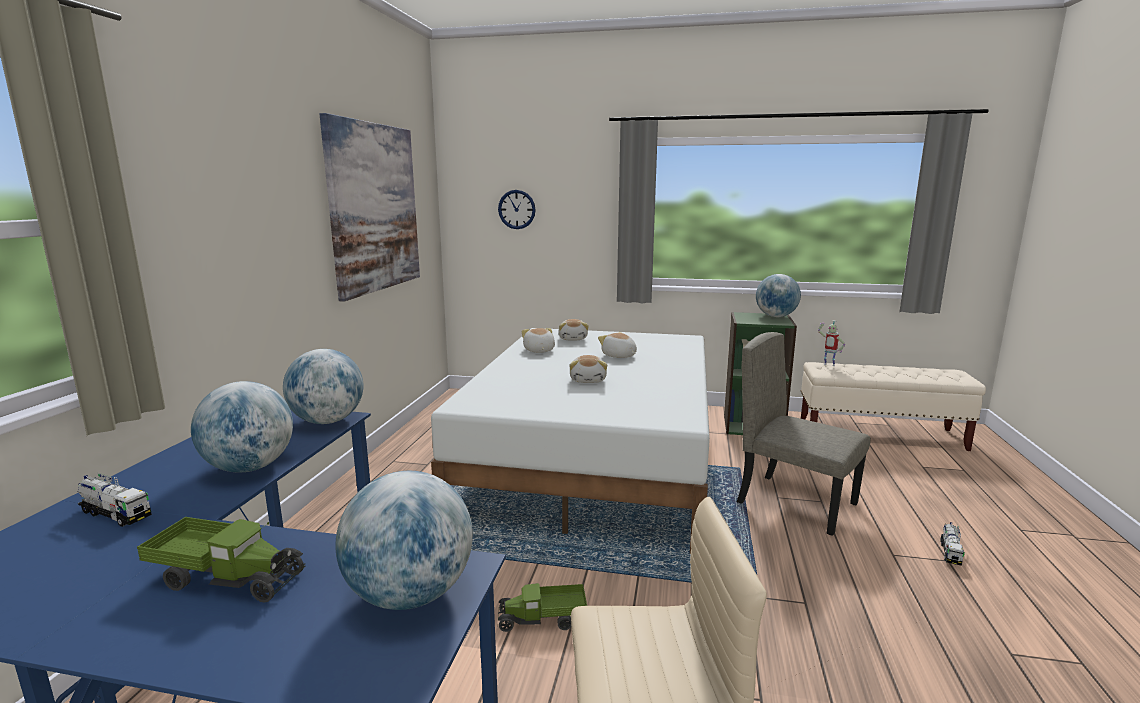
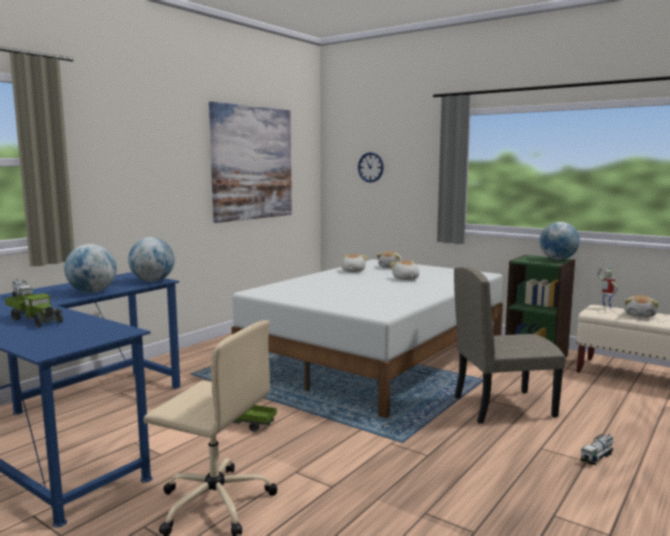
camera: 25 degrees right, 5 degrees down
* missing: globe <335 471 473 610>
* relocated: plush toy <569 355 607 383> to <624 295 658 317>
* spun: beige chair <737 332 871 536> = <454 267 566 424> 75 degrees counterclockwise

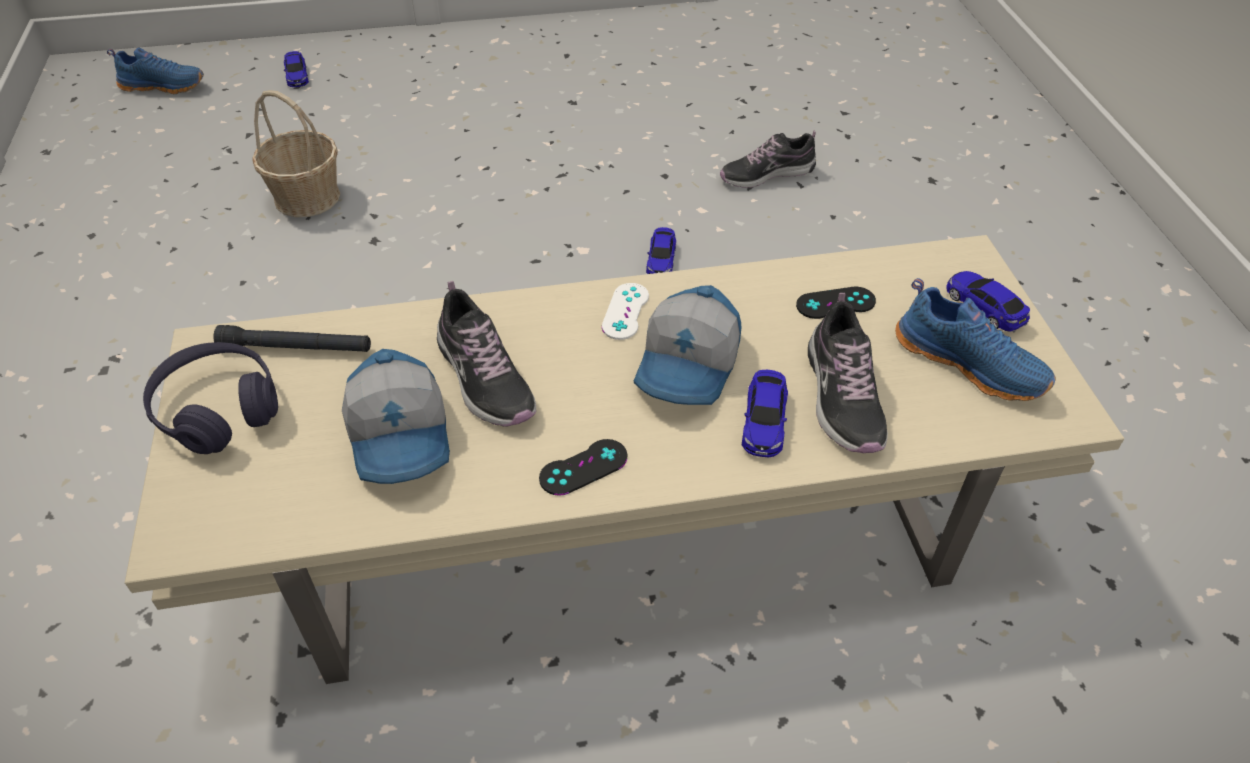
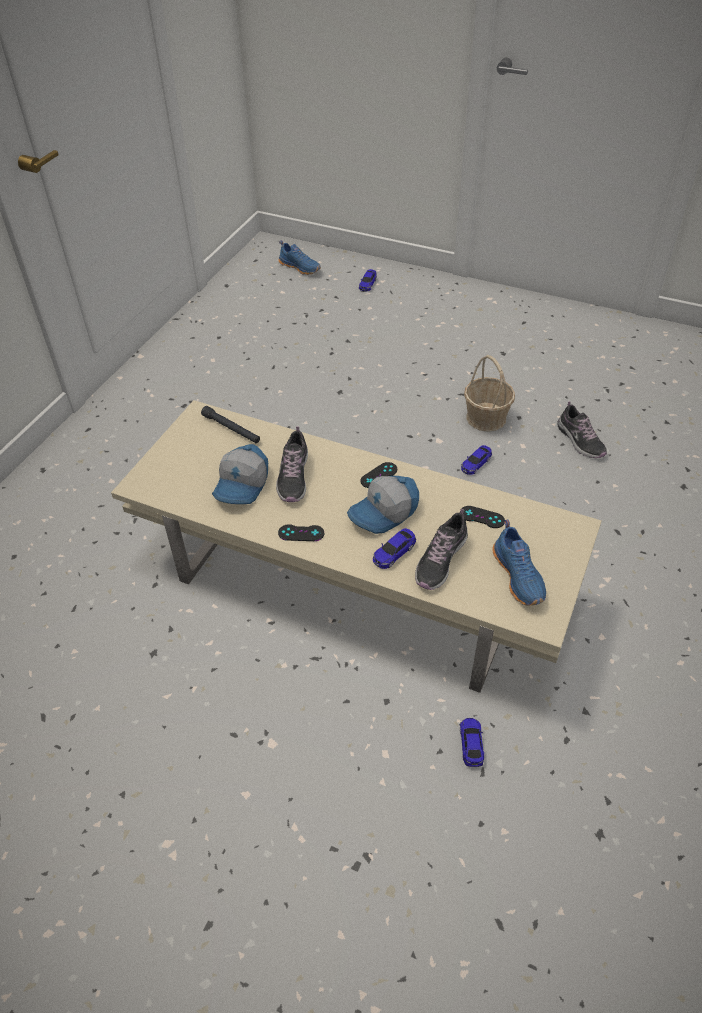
camera: 35 degrees right, 0 degrees up
* missing: purple headphones <143 342 278 454>
* relocated: basket <252 90 341 217> to <464 355 515 432>
* relocated: toy car <946 271 1030 332> to <460 718 484 767>
* colour: white game controller <602 283 649 340> to black game controller <360 462 397 488>
* spun: shoe <720 130 816 188> = <558 401 607 458> 135 degrees counterclockwise

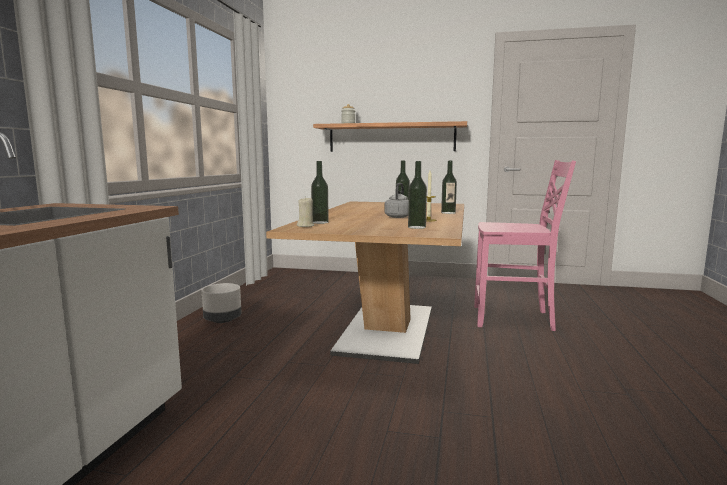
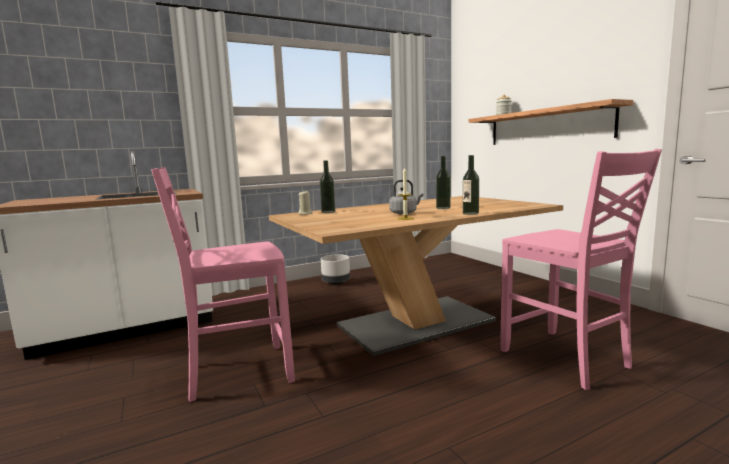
camera: 50 degrees right, 0 degrees up
* missing: bottle <408 161 427 229>
* appeared: pink chair <151 167 295 402>

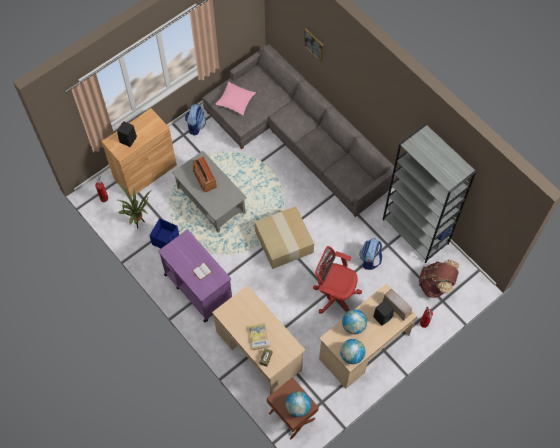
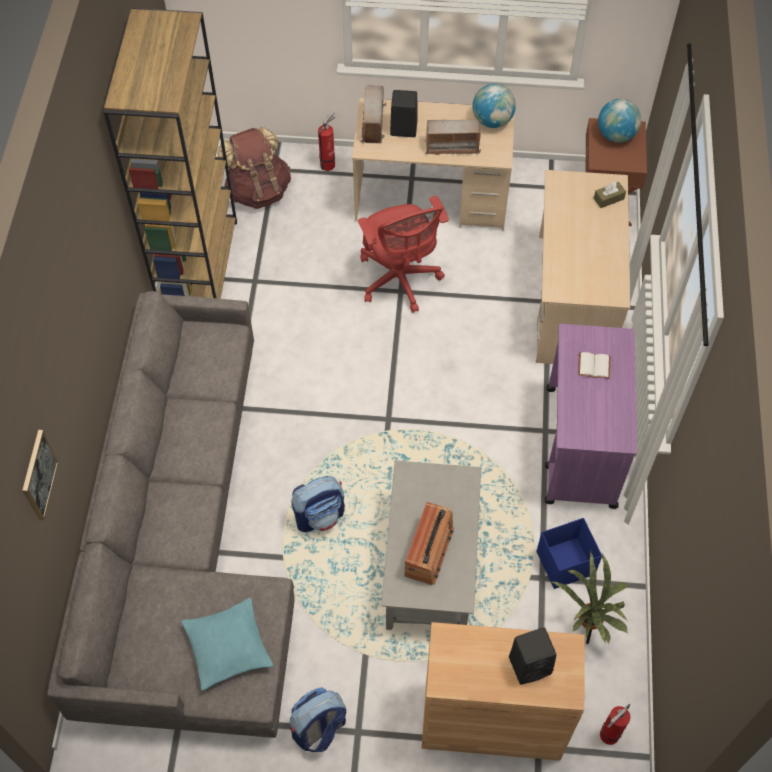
camera: 135 degrees left, 5 degrees down
* missing: book <249 323 269 350>
* missing: cardboard box <255 206 314 269>
* relocated: backpack <359 238 382 270> to <291 476 345 532>
* exchanged: globe <342 309 367 334> to radio <425 120 482 155>
* colour: pink pillow <215 82 256 115> to turquoise pillow <181 598 273 691>
* colour: grey bookcase <383 124 476 263> to brown bookcase <103 8 237 299>

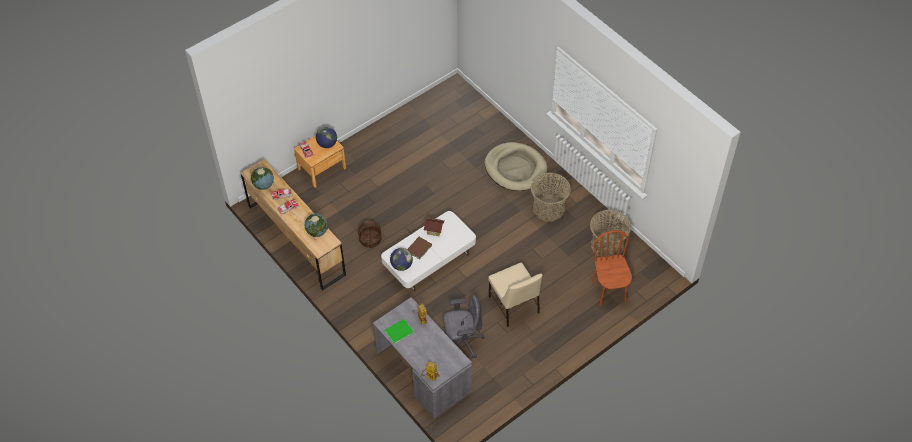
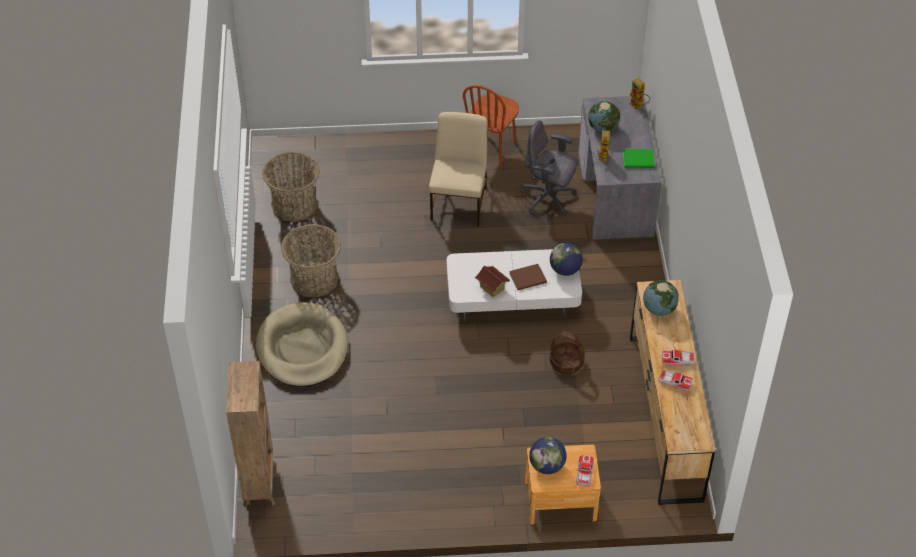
camera: 145 degrees left, 5 degrees down
* appeared: brown bookcase <226 361 276 507>
* relocated: globe <251 167 274 190> to <588 101 620 132>
* relocated: brown chair <592 230 632 306> to <463 85 519 168>

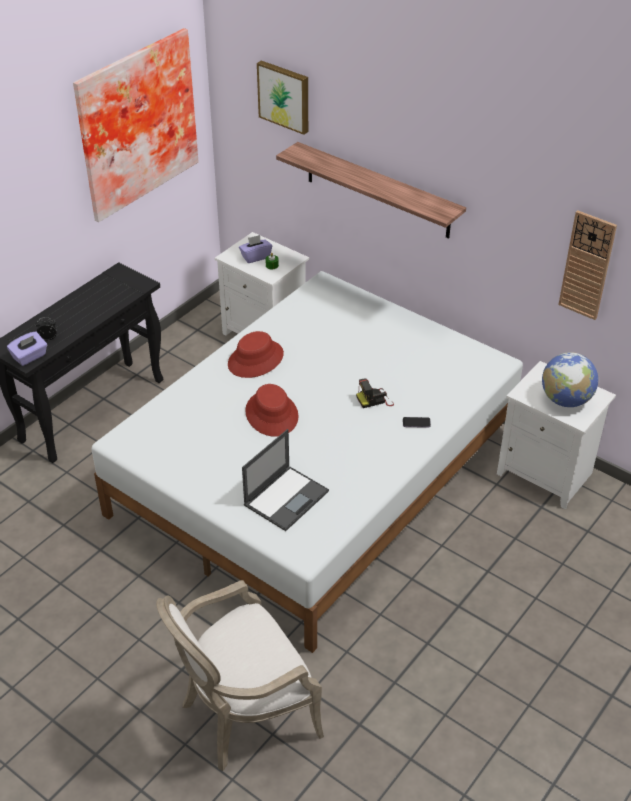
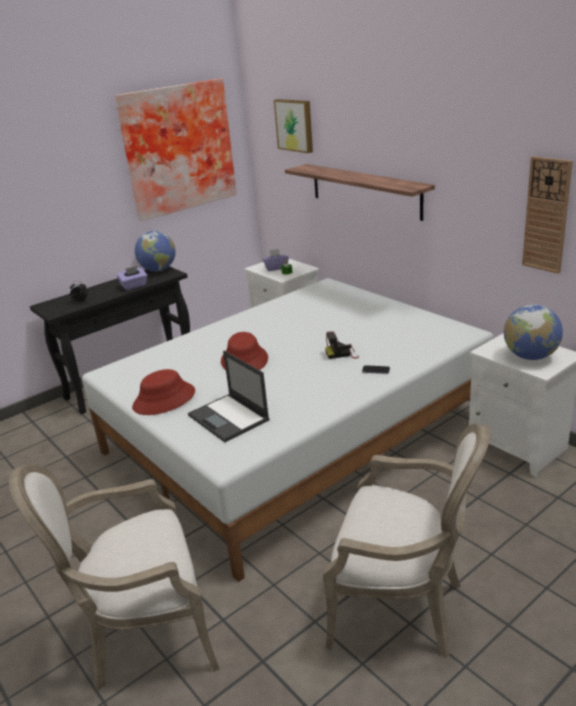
camera: 15 degrees right, 15 degrees down
* appeared: globe <135 231 176 272>
* appeared: armchair <323 423 490 658>
* relocated: purple tissue box <7 332 47 366> to <117 266 147 290>
* relocated: red hat <228 331 284 378> to <132 369 195 415>
* spun: laptop <242 429 329 531> = <188 350 269 442> 90 degrees clockwise

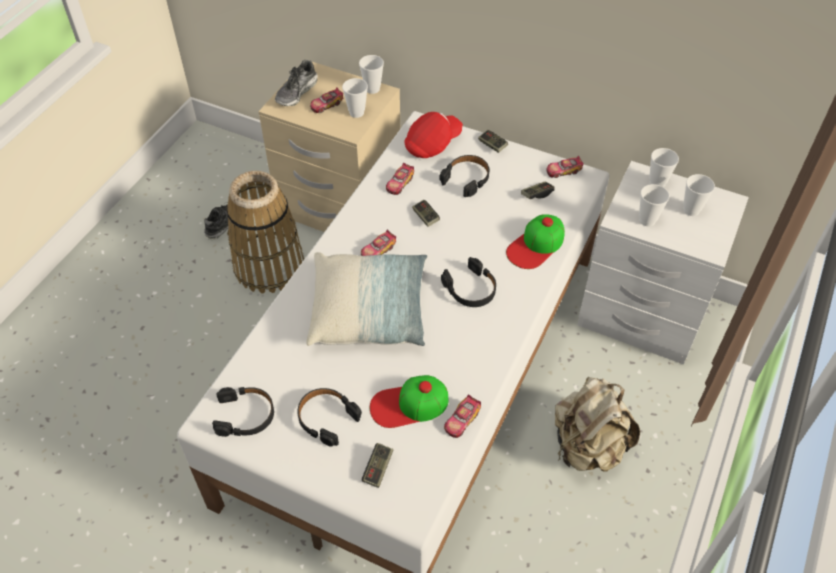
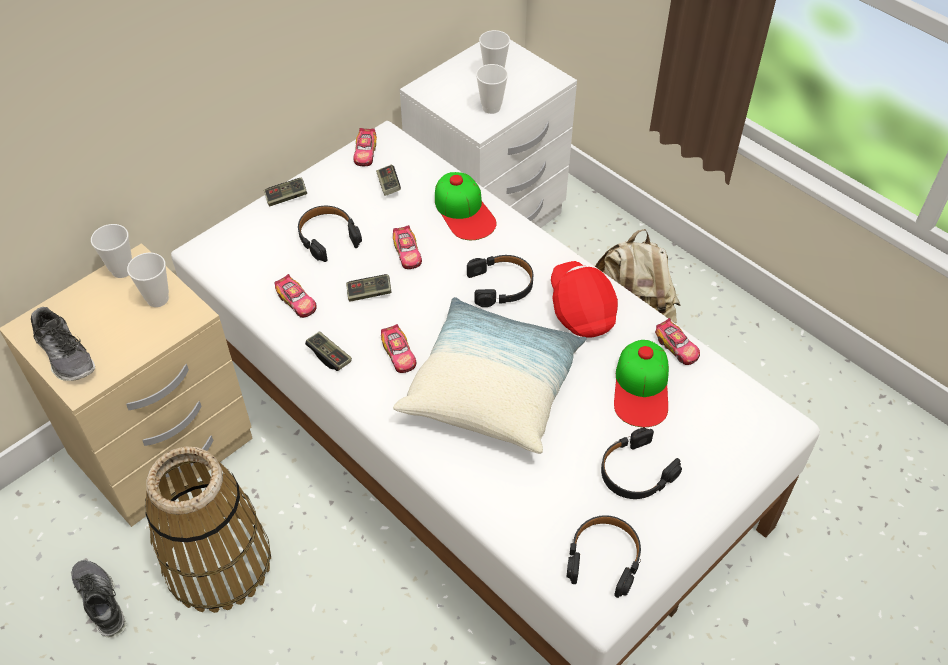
camera: 70 degrees left, 0 degrees up
* missing: cup <649 148 679 187>
* relocated: toy car <310 87 343 113> to <393 225 422 269>
* relocated: game controller <362 443 394 488> to <305 331 352 371>
* relocated: red cap <404 112 463 158> to <551 261 618 337>

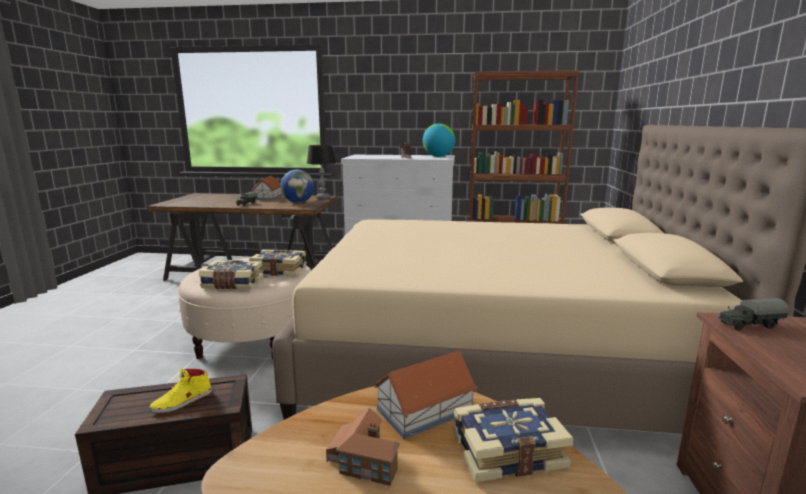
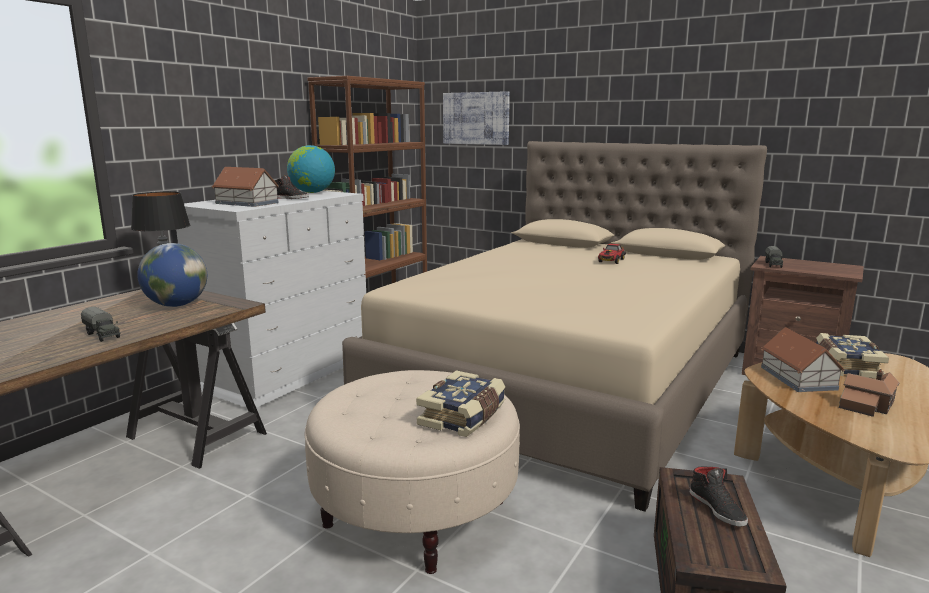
camera: 65 degrees left, 0 degrees up
* missing: book <249 250 307 276>
* appeared: picture <443 91 510 145>
* appeared: toy car <598 244 626 264>
* relocated: toy house <252 175 282 200> to <211 167 279 207>
* colour: yellow shoe <149 369 212 413> to black shoe <690 467 748 527>

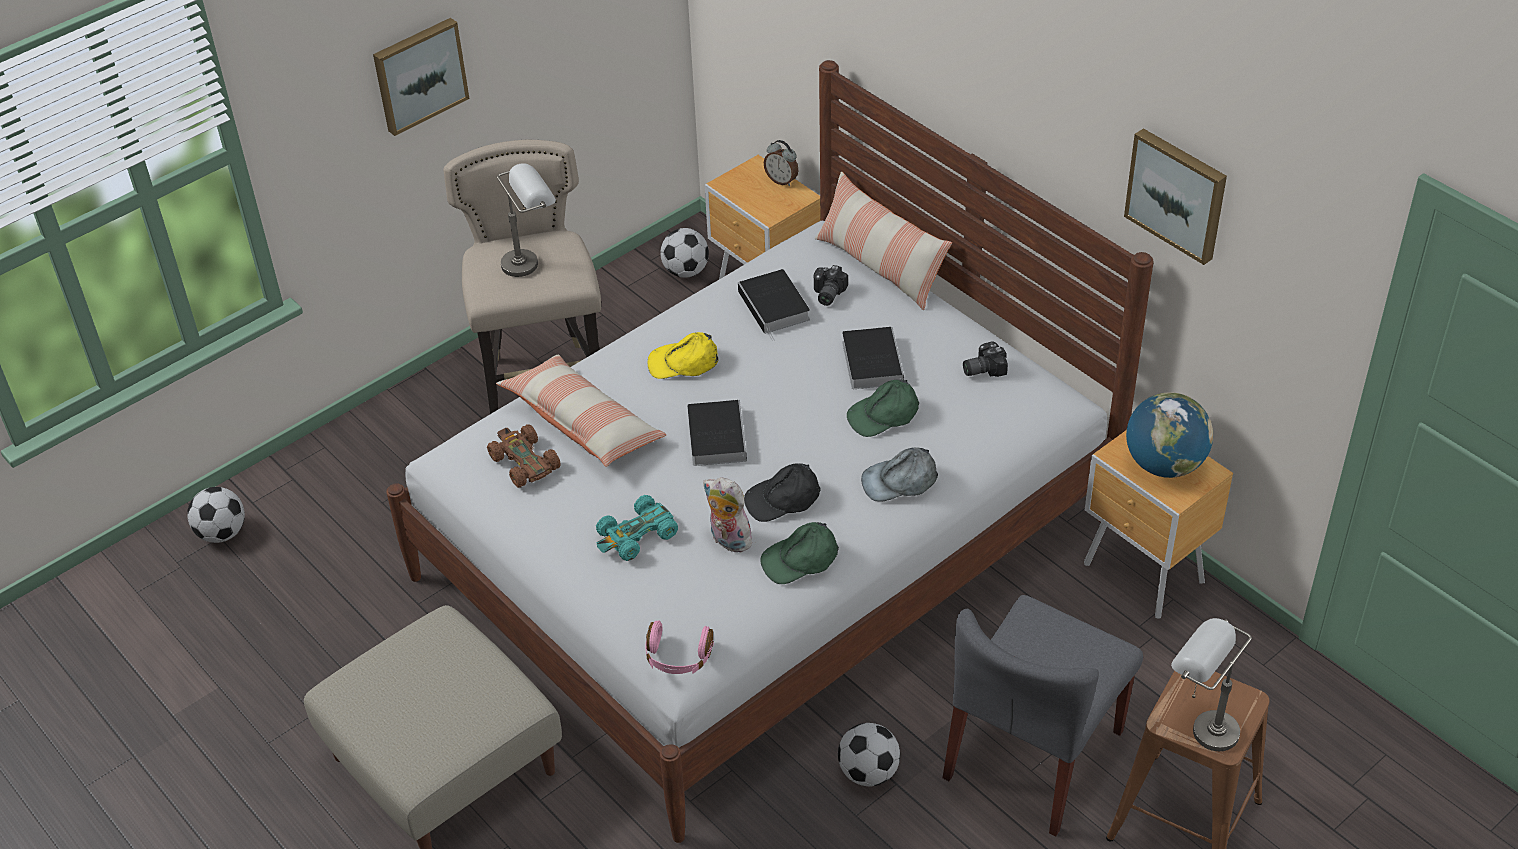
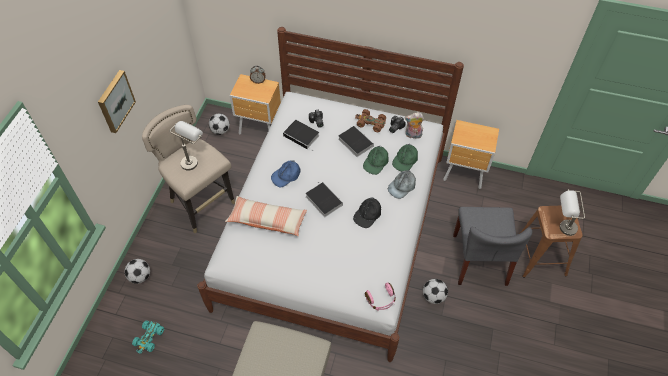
camera: 35 degrees left, 10 degrees up
* missing: pillow <815 172 952 310>
* missing: picture <1124 128 1227 265>
* missing: globe <1126 392 1213 478>
* relocated: football <187 487 245 543> to <124 259 150 284>
* relocated: brown toy car <487 424 561 488> to <355 109 386 133>
* relocated: turquoise toy car <596 495 678 561> to <132 320 164 354>
* relocated: plush toy <703 477 756 552> to <405 113 424 139>
* relocated: green cap <760 522 839 584> to <392 144 418 172>
* colour: yellow cap <648 332 718 379> to blue cap <271 160 301 187>

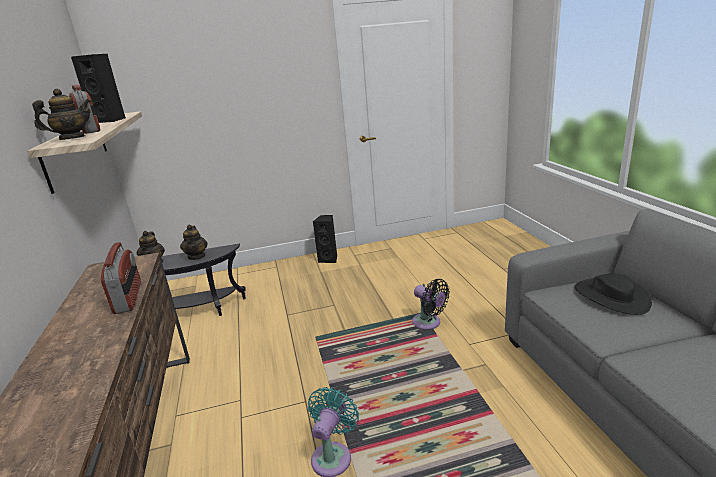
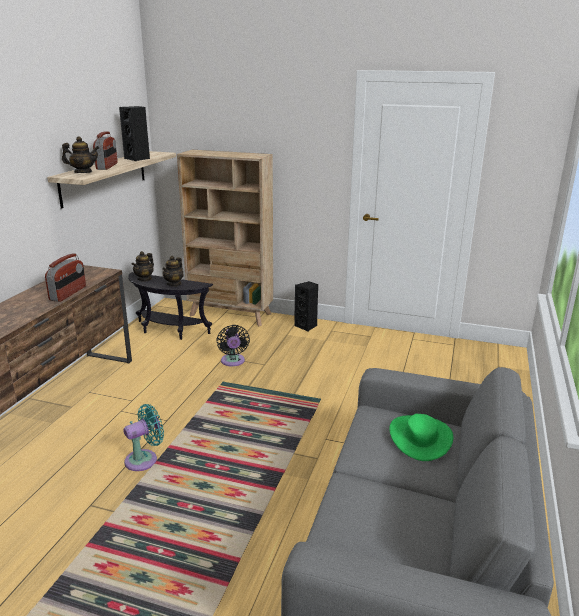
camera: 30 degrees right, 0 degrees up
* appeared: beige bookcase <177 150 273 326>
* relocated: black fan <412 279 450 329> to <216 325 250 366>
* colour: black hat <574 274 652 315> to green hat <389 414 453 461>

